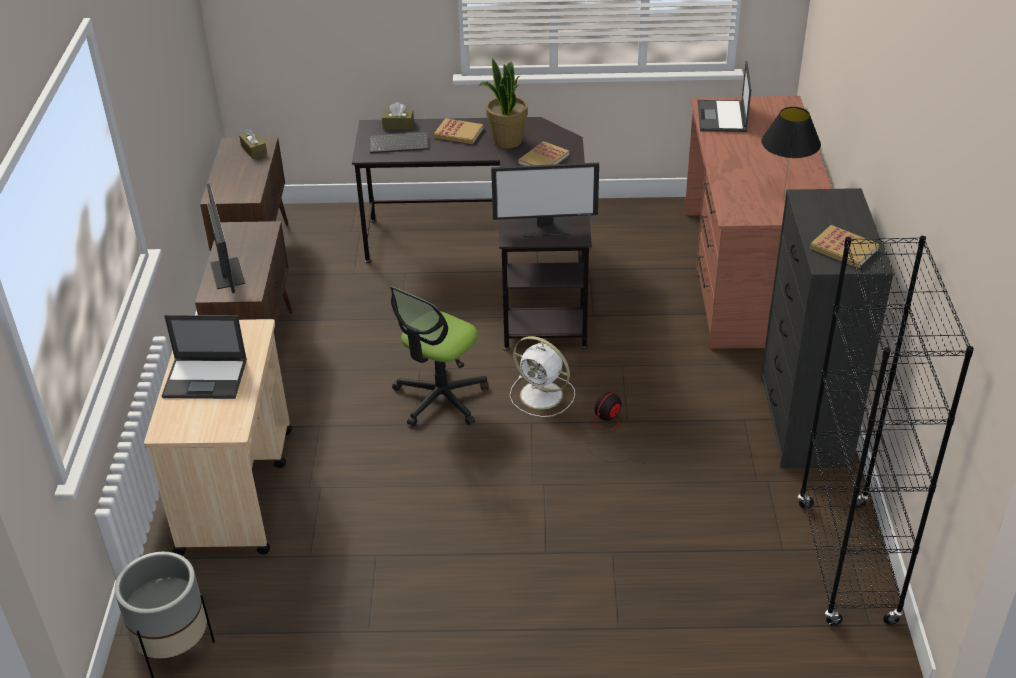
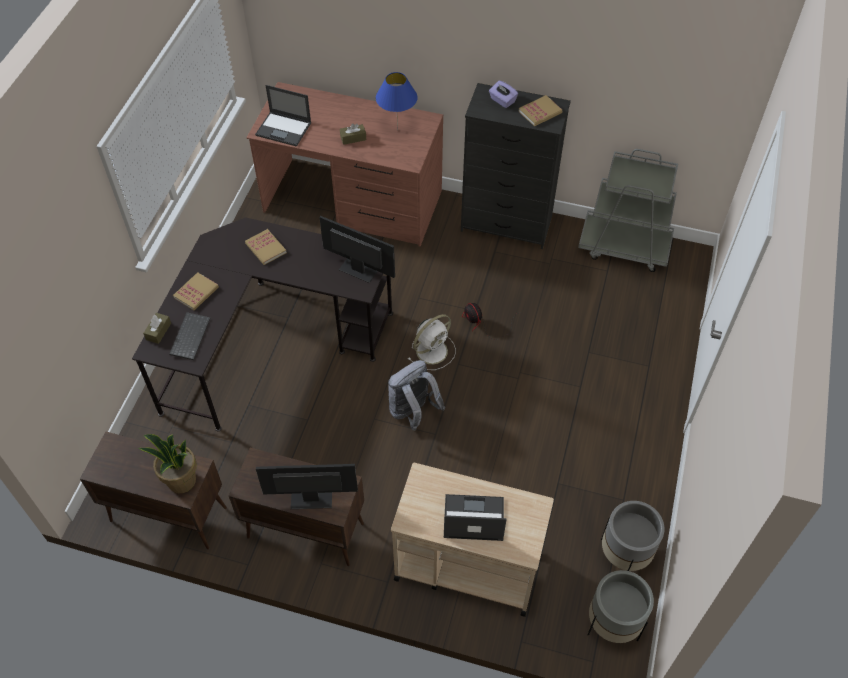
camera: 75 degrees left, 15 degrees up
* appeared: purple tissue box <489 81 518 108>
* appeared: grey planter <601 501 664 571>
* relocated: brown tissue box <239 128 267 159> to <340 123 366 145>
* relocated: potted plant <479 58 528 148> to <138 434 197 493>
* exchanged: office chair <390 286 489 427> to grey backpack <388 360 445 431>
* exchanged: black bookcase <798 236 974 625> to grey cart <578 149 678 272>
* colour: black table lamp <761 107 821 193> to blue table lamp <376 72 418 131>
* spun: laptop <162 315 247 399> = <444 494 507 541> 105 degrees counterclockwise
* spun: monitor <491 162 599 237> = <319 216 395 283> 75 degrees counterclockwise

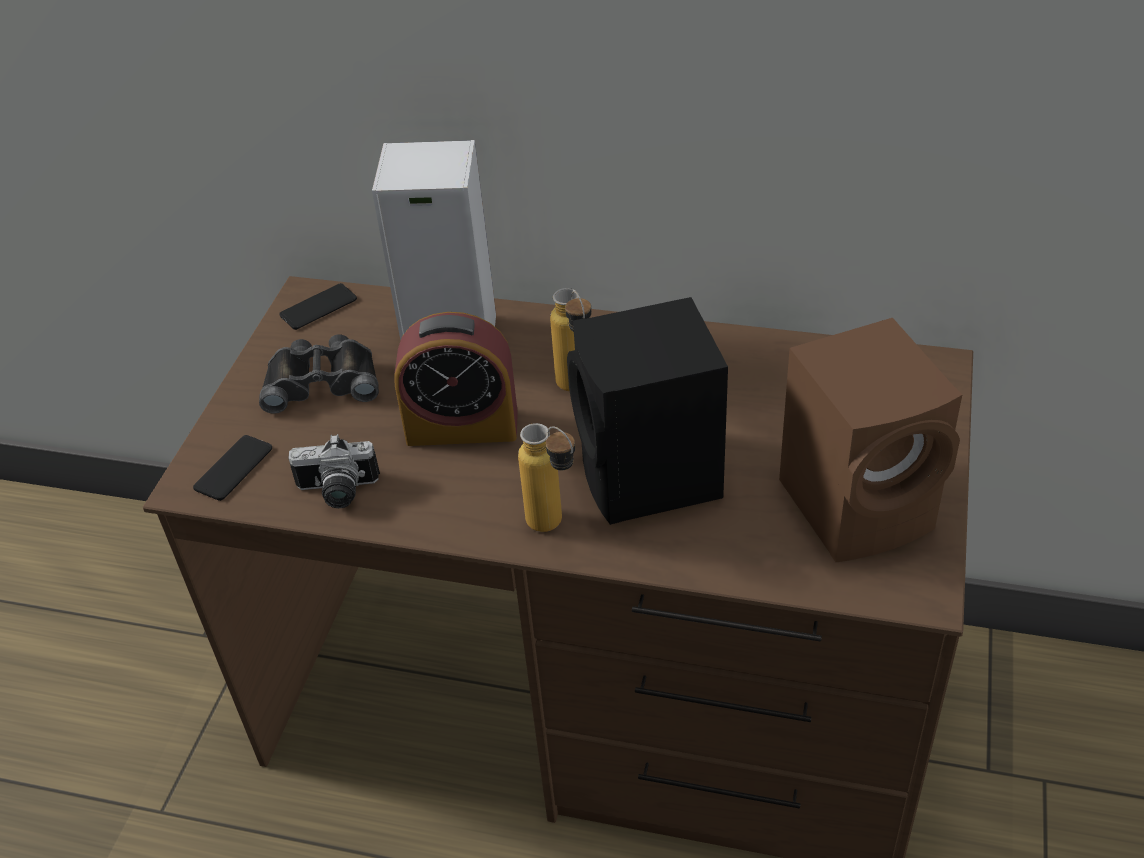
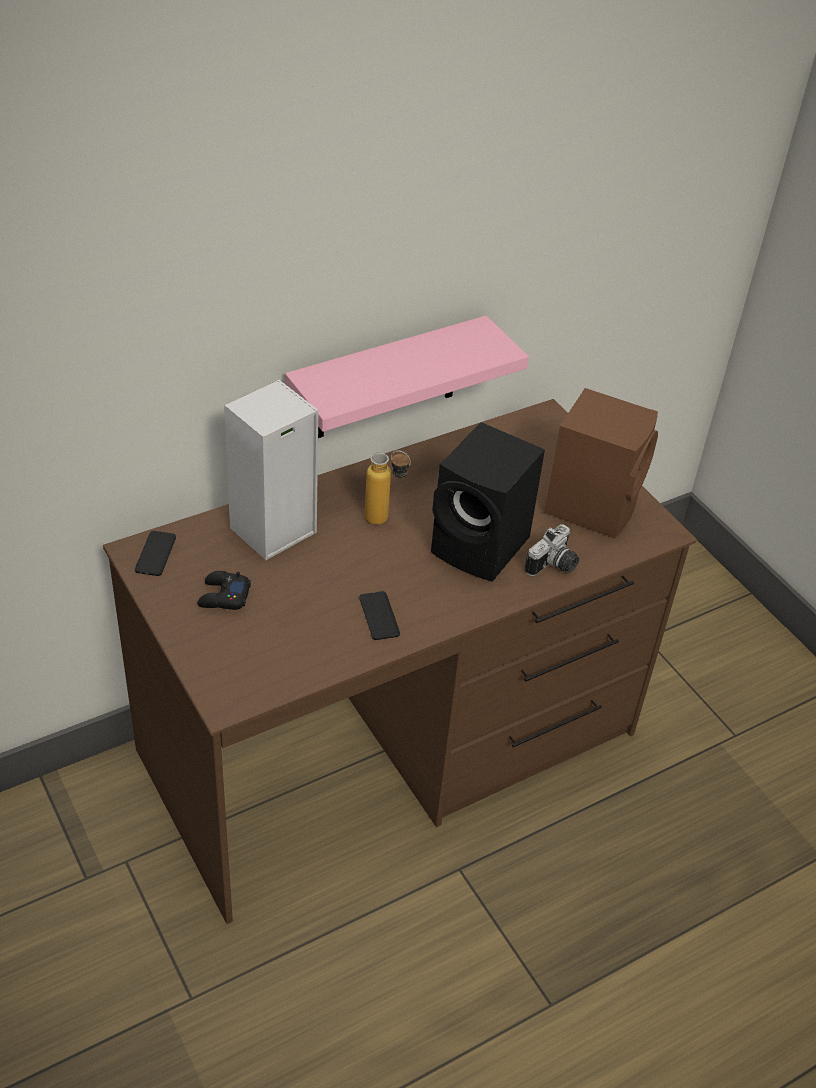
camera: 50 degrees left, 0 degrees up
* missing: alarm clock <394 312 518 446>
* missing: bottle <518 423 575 532>
* appeared: pink shelf <285 316 529 438>
* relocated: phone <193 435 272 501> to <359 591 400 640>
* relocated: photo camera <288 434 380 508> to <525 524 579 576>
* exchanged: black binoculars <259 335 379 414> to black game controller <197 571 251 610>

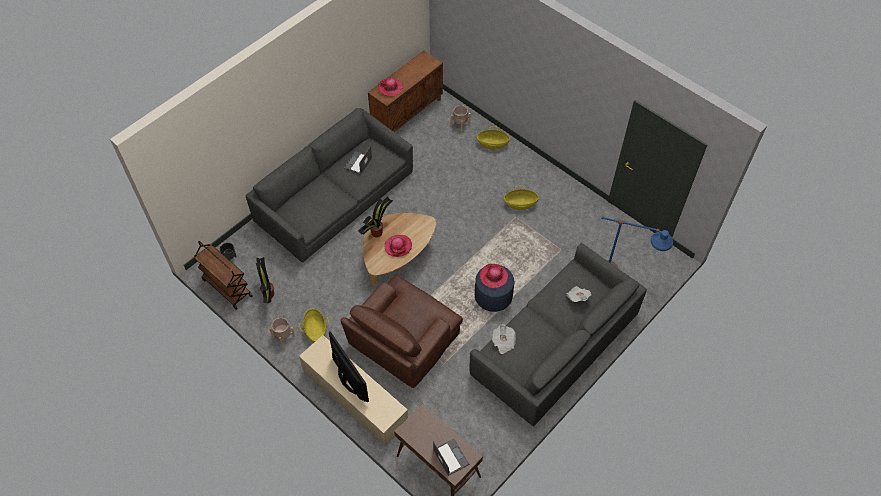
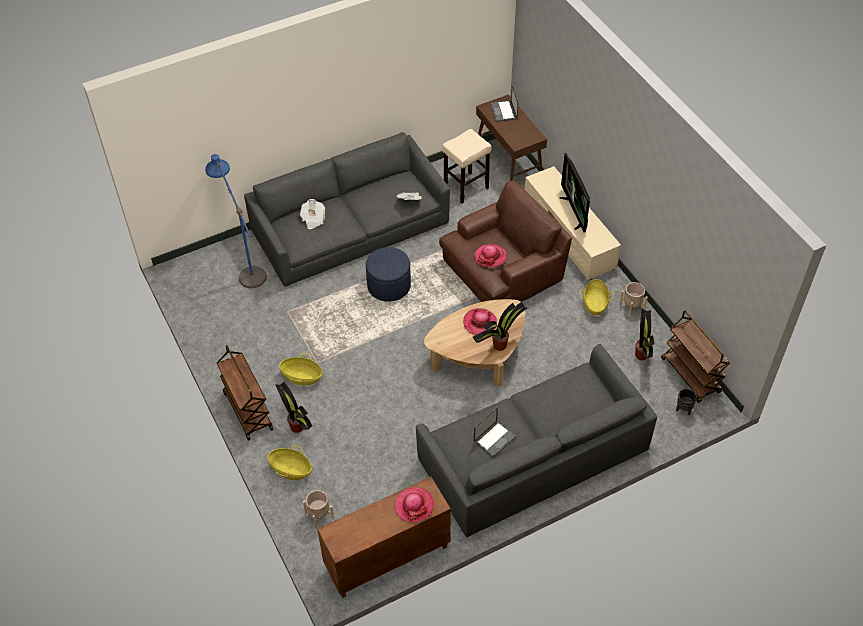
camera: 160 degrees left, 5 degrees down
* appeared: brown cart <217 345 273 441>
* appeared: potted plant <275 382 312 433>
* appeared: beige stool <442 129 492 204>
* relocated: hat <480 264 508 288> to <474 244 507 267>

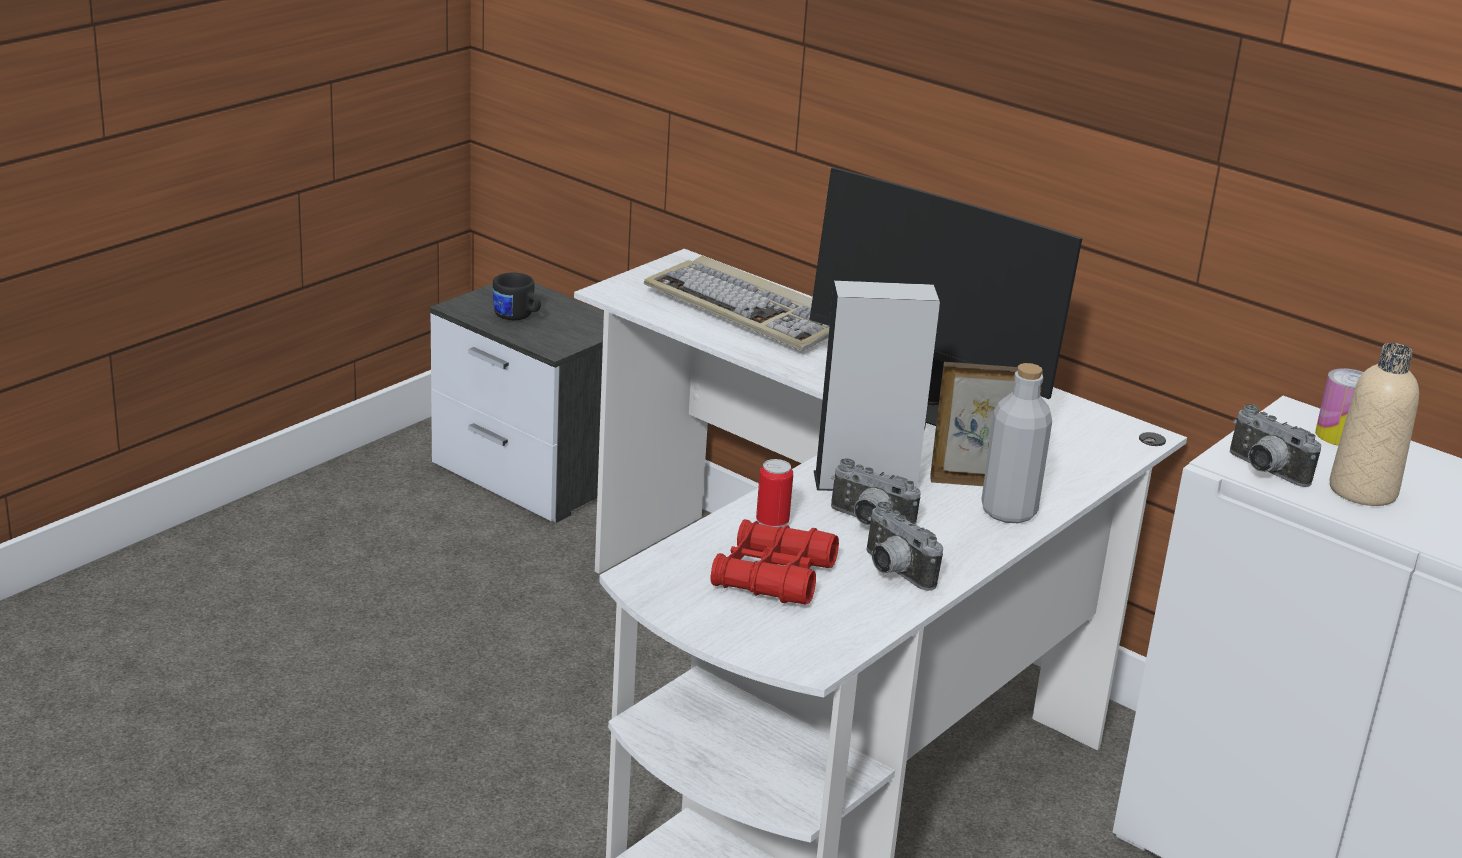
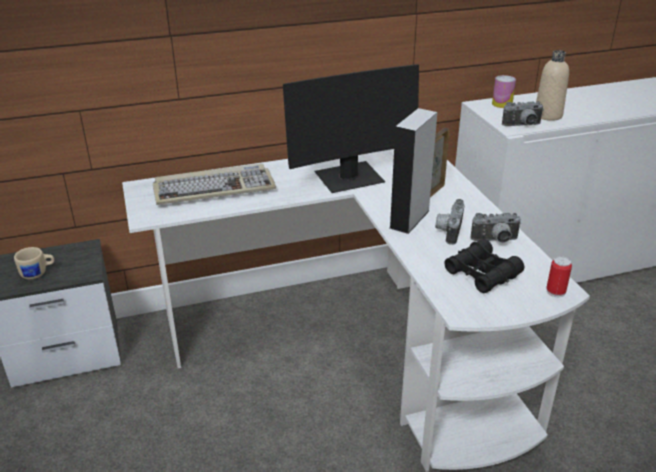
camera: 55 degrees left, 5 degrees up
* missing: grey bottle <981 363 1052 523>
* relocated: can <756 459 793 528> to <546 256 572 297>
* colour: black mug <493 273 541 320> to beige mug <14 247 54 279>
* colour: red binoculars <711 519 839 605> to black binoculars <444 239 524 293>
* spun: photo camera <831 458 921 525> = <435 199 464 245> 135 degrees clockwise

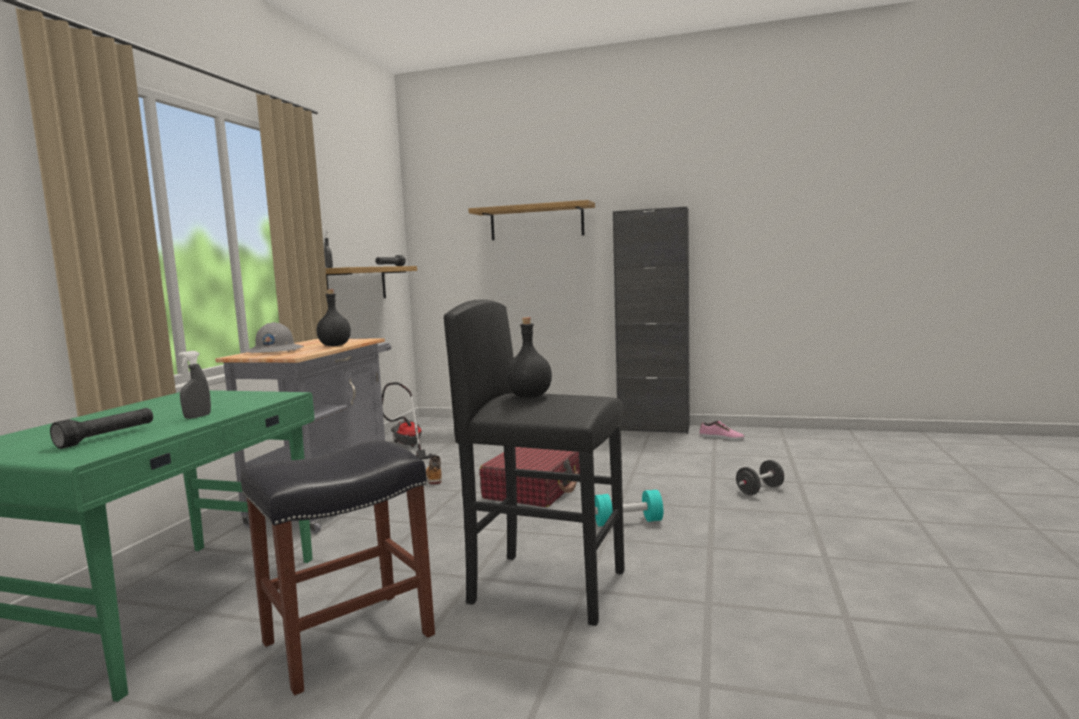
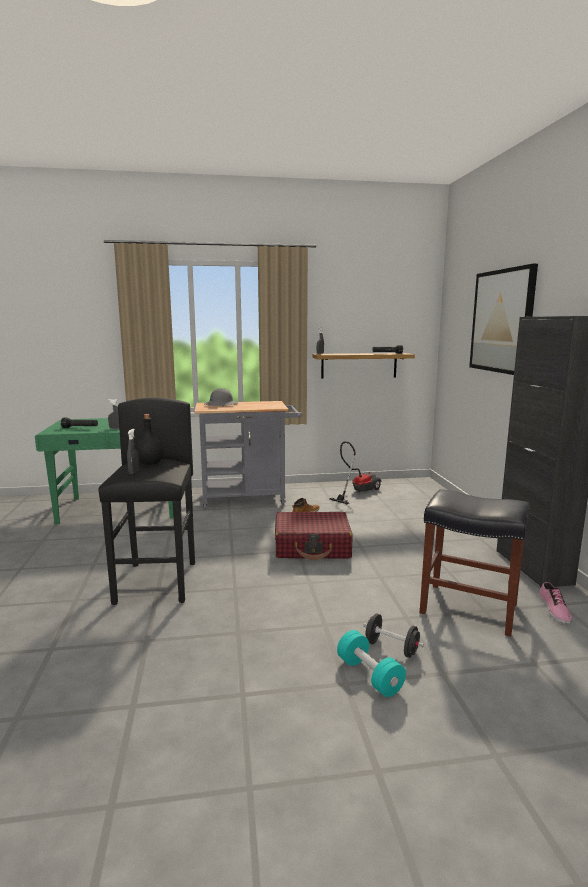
camera: 65 degrees right, 5 degrees up
* missing: black bottle <316 289 351 346>
* appeared: grey spray bottle <127 429 139 474>
* relocated: black stool <241 440 435 696> to <420 489 530 636>
* relocated: turquoise dumbbell <595 490 663 526> to <337 630 406 697>
* exchanged: shelf <469 200 595 240> to picture <469 264 538 375>

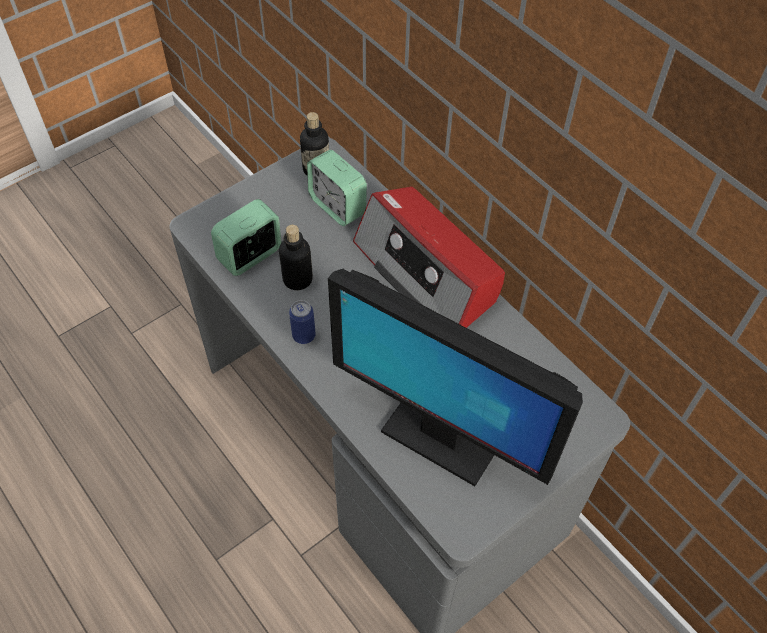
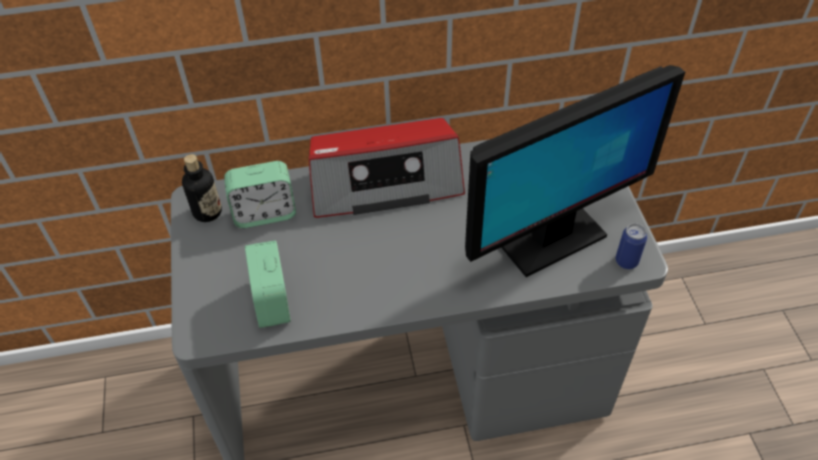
camera: 60 degrees left, 5 degrees down
* missing: bottle <279 225 313 290>
* relocated: can <289 300 316 344> to <615 223 648 269>

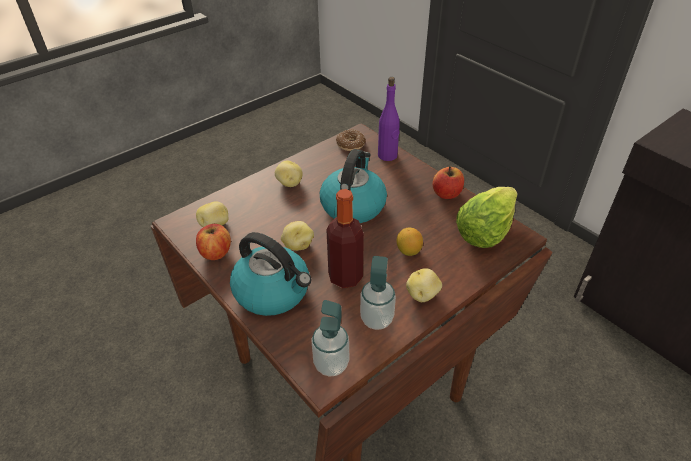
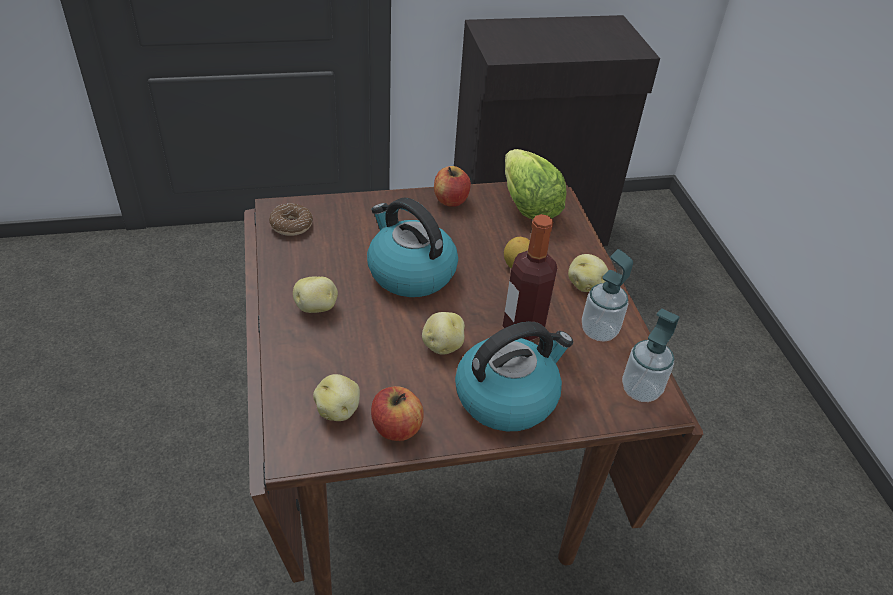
camera: 65 degrees left, 0 degrees up
* missing: purple bottle <378 77 400 161>

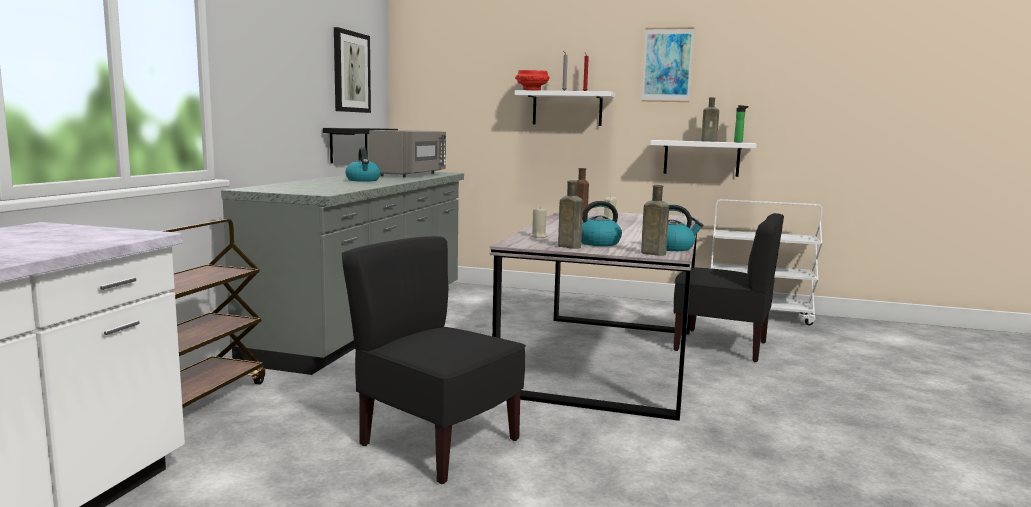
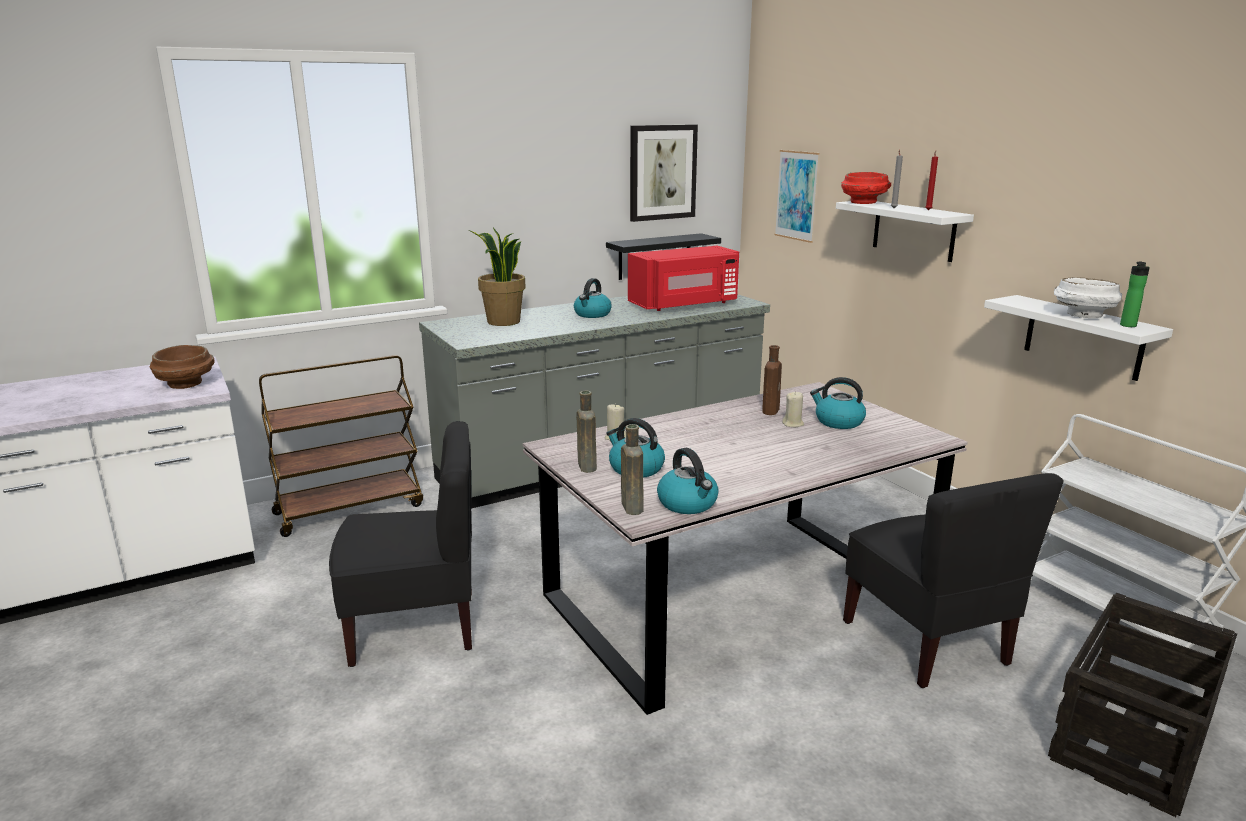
camera: 45 degrees right, 10 degrees up
* appeared: brown bowl <150 345 215 389>
* appeared: potted plant <469 228 526 326>
* appeared: kettle <810 377 866 429>
* appeared: crate <1048 593 1237 817>
* relocated: picture <642 27 694 102> to <774 150 819 243>
* exchanged: brown bottle <701 97 719 142> to white bowl <1054 277 1122 318>
* colour: grey microwave <369 130 446 178> to red microwave <628 246 739 311>
* spun: black chair <342 236 526 484> = <329 421 472 667> 90 degrees clockwise

